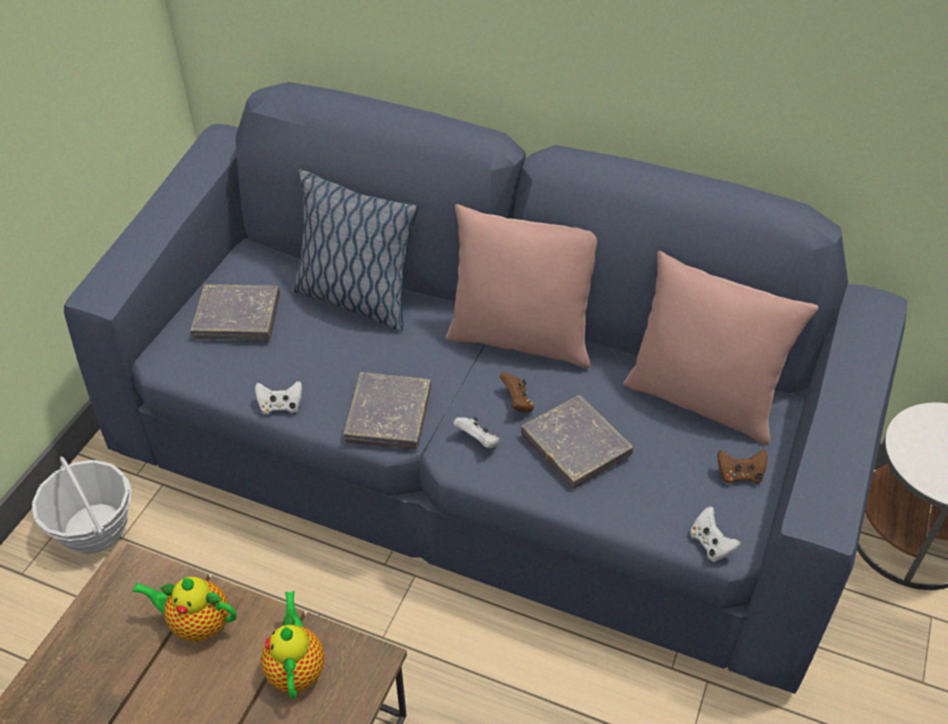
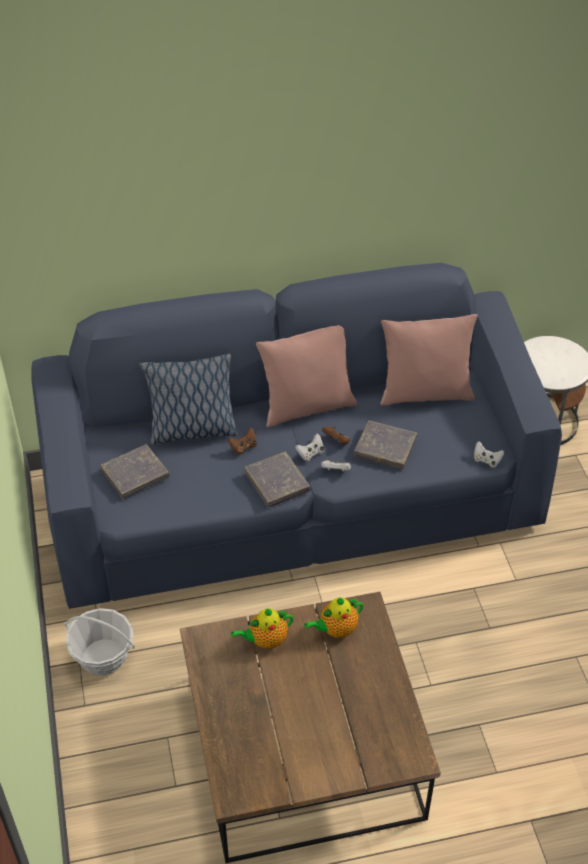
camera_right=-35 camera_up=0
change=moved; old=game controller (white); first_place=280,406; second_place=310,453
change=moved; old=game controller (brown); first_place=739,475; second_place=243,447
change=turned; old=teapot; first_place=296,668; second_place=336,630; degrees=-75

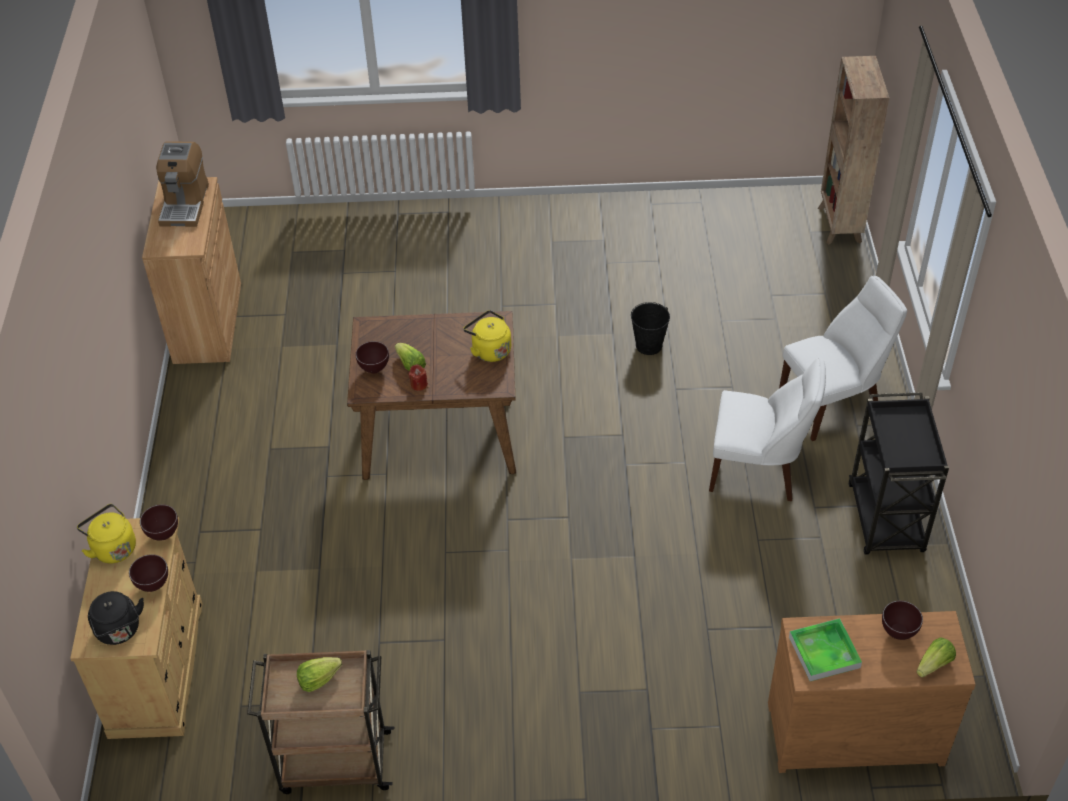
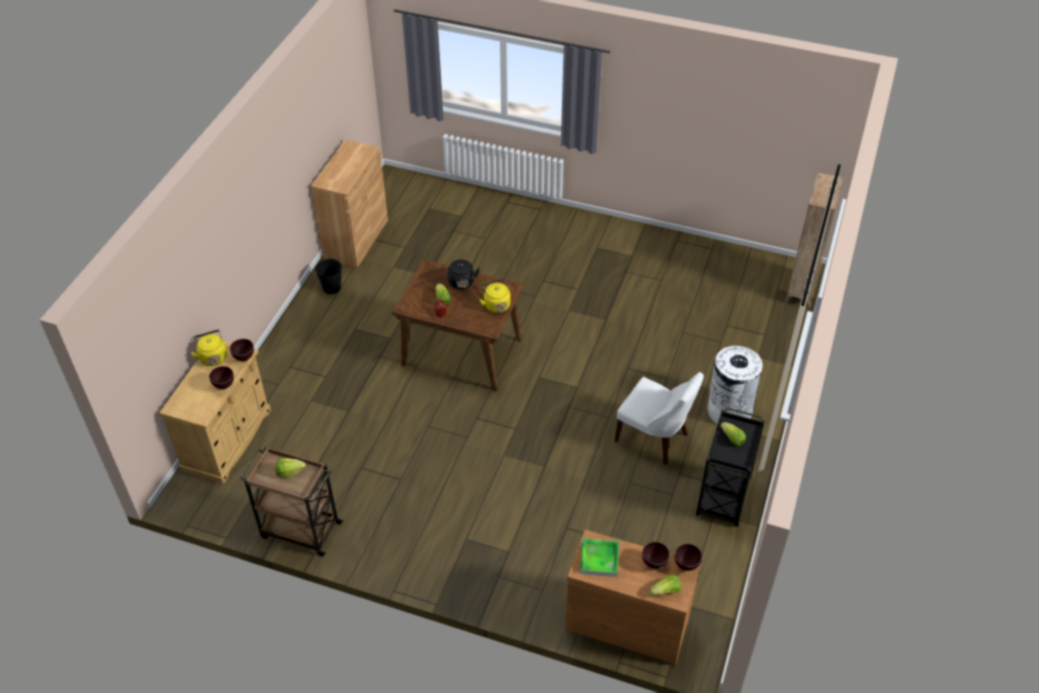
camera_right=20 camera_up=0
change=removed; old=coffee machine; first_place=185,204
change=replaced; old=chair (white); new=trash can (white); first_place=833,404; second_place=729,410
change=moved; old=bucket (black); first_place=649,345; second_place=331,287
change=moved; old=bowl (brown); first_place=375,370; second_place=686,566
change=moved; old=kettle (black); first_place=119,631; second_place=462,283
change=added; new=lettuce; second_place=732,439

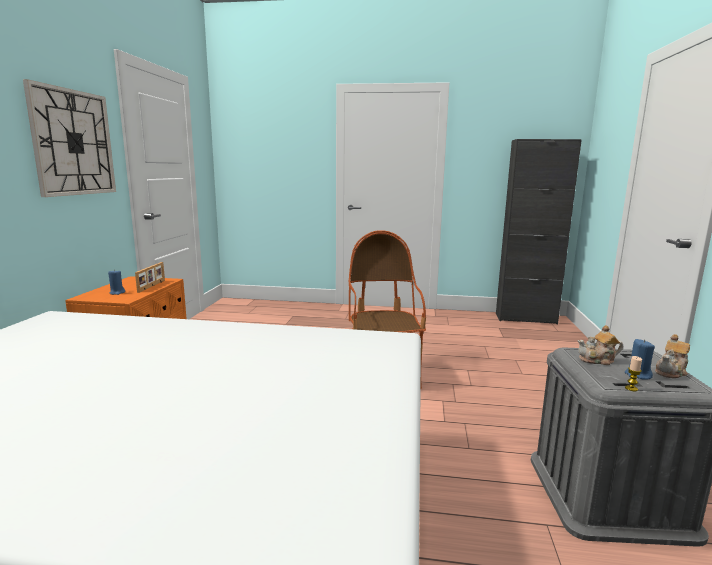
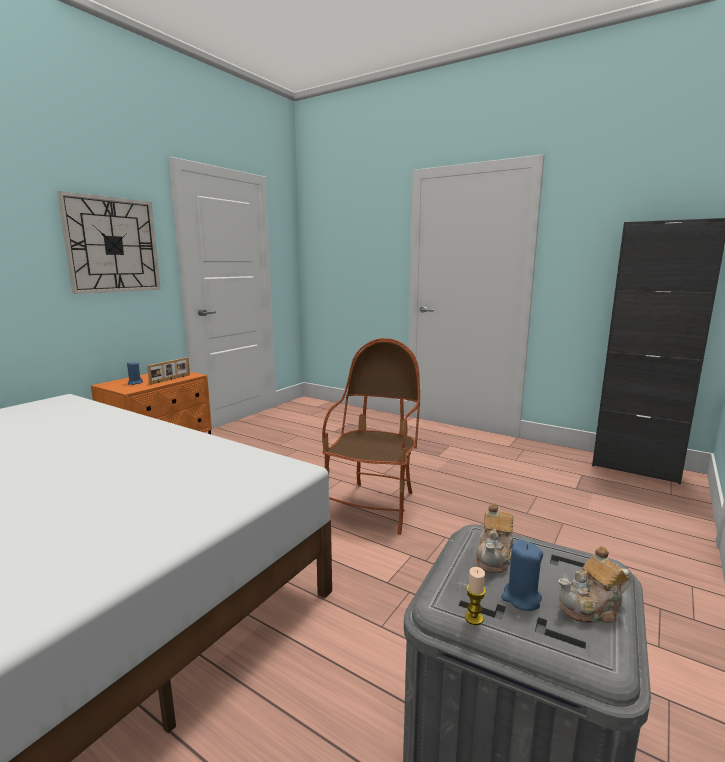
camera_right=25 camera_up=0
change=turned; old=teapot; first_place=598,360; second_place=495,557; degrees=-90

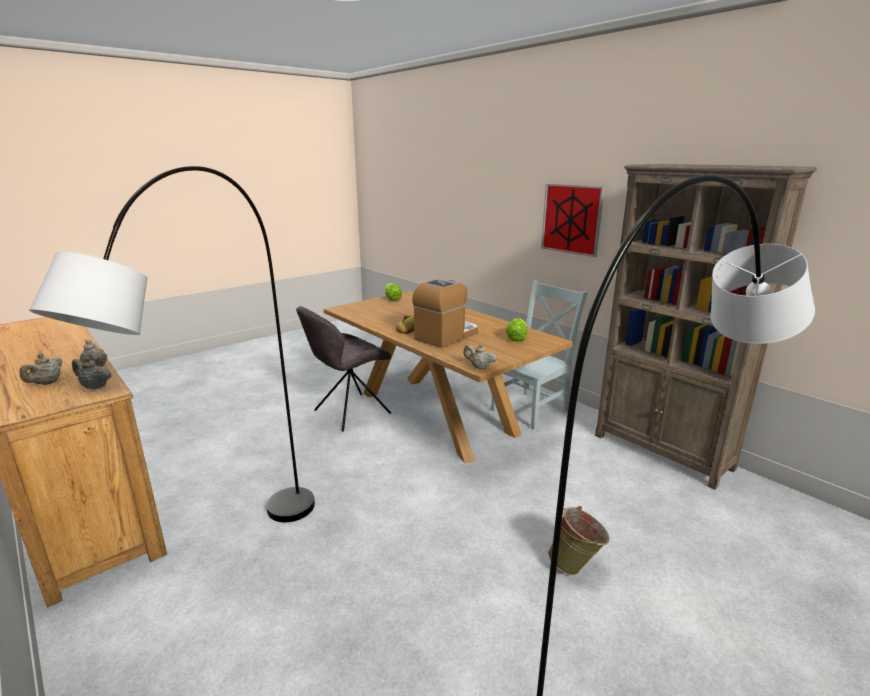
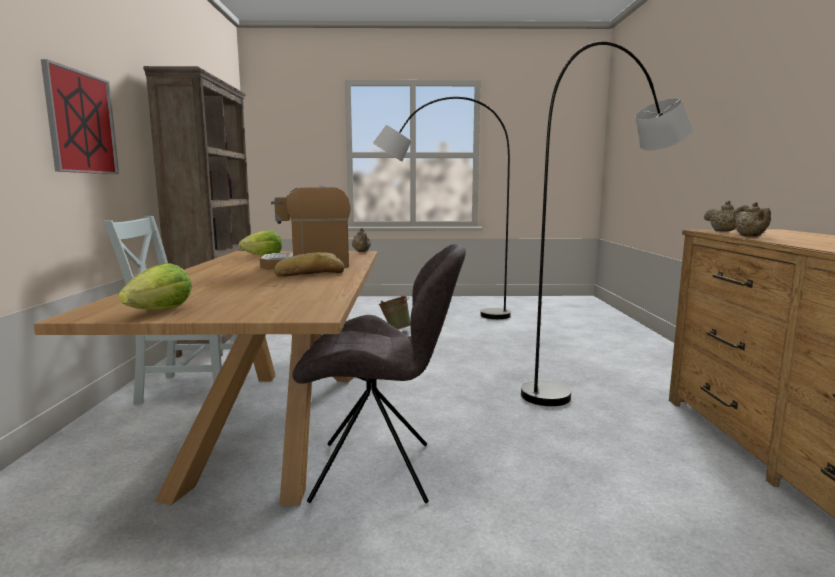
camera_right=-140 camera_up=-10
change=removed; old=teapot (beige); first_place=47,383

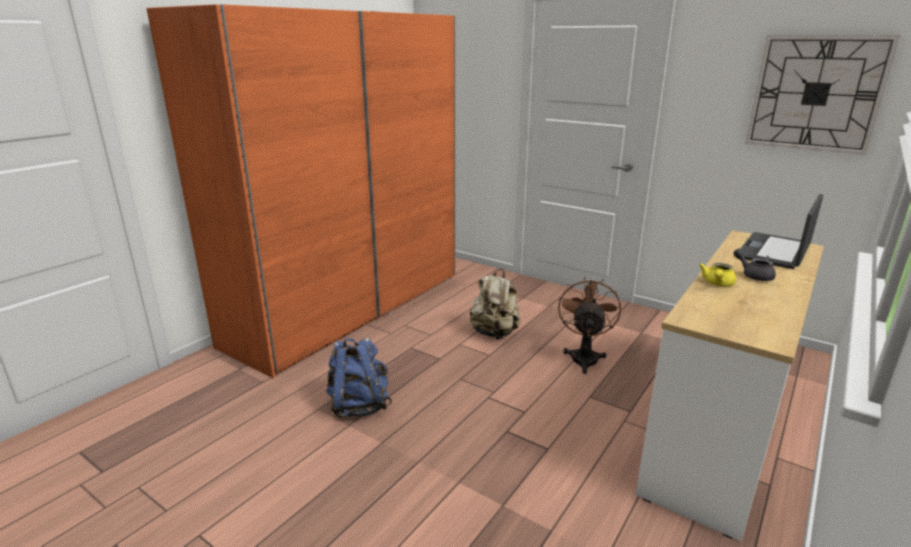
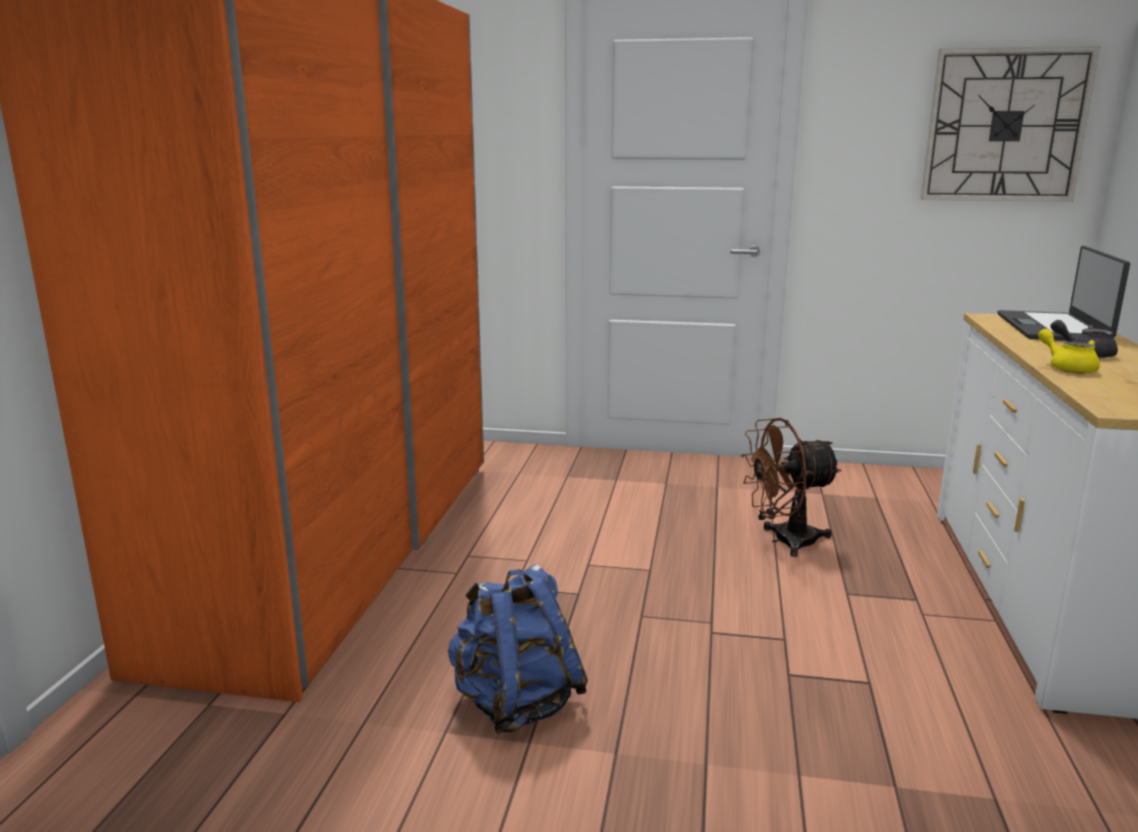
camera_right=-25 camera_up=-5
change=turned; old=teapot (yellow); first_place=717,284; second_place=1067,368; degrees=150
change=removed; old=backpack (beige); first_place=494,333
change=turned; old=fan (brown); first_place=584,356; second_place=784,541; degrees=-90

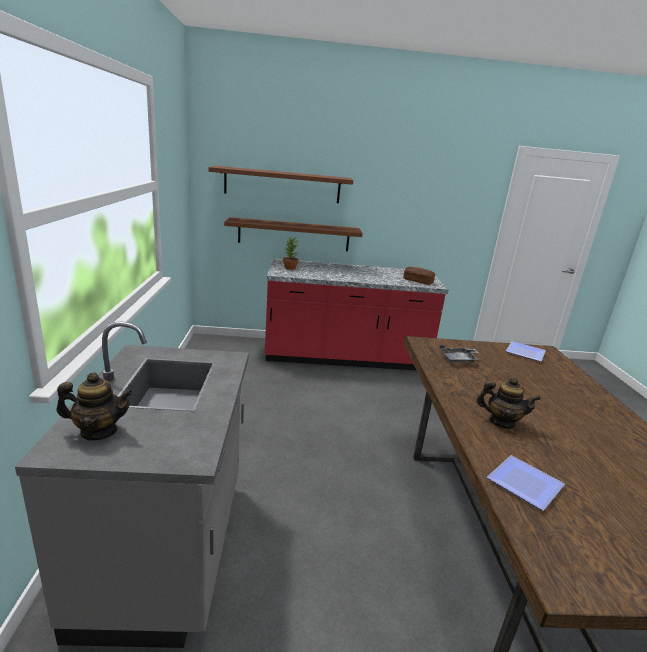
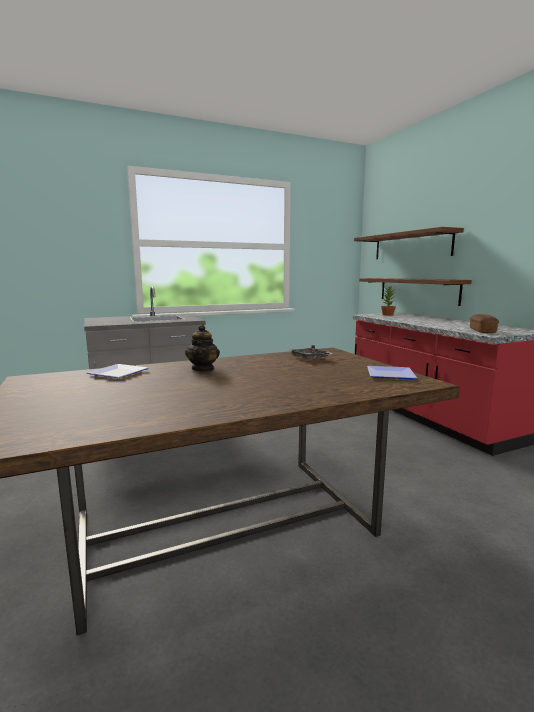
camera_right=70 camera_up=-10
change=removed; old=teapot; first_place=99,431

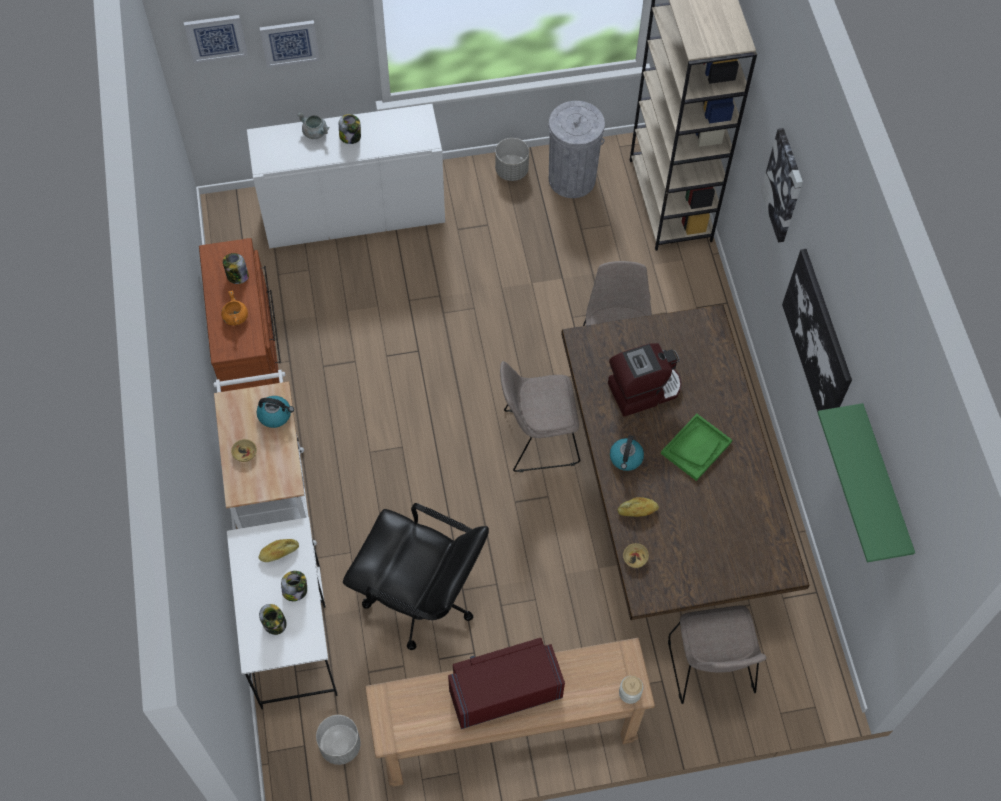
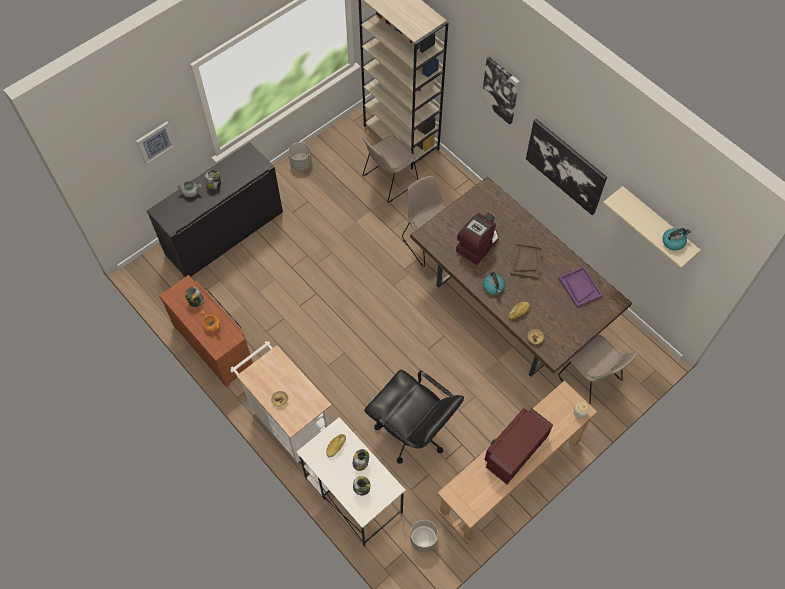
camera_right=-30 camera_up=0
change=removed; old=picture; first_place=216,37
change=removed; old=trash can (grey); first_place=572,179
change=recoloured; old=cabinet (white); new=cabinet (black); first_place=354,214; second_place=224,233
change=moved; old=chair (beige); first_place=537,438; second_place=388,180
change=moved; old=kettle; first_place=275,415; second_place=673,242
change=recoloured; old=shelf (green); new=shelf (beige); first_place=883,485; second_place=657,224
change=recoloured; old=tray (green); new=tray (brown); first_place=696,447; second_place=526,261
change=turned; old=office chair (black); first_place=421,598; second_place=412,431; degrees=45
change=added; new=tray (purple); second_place=579,287

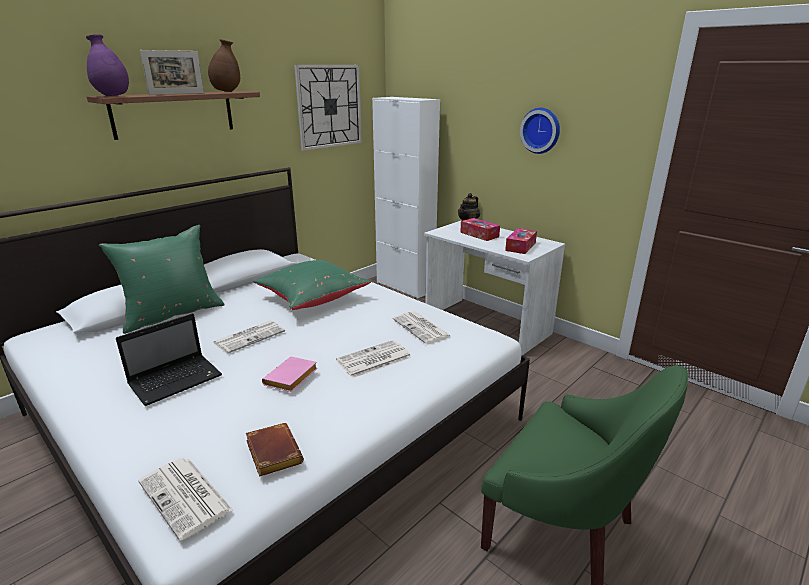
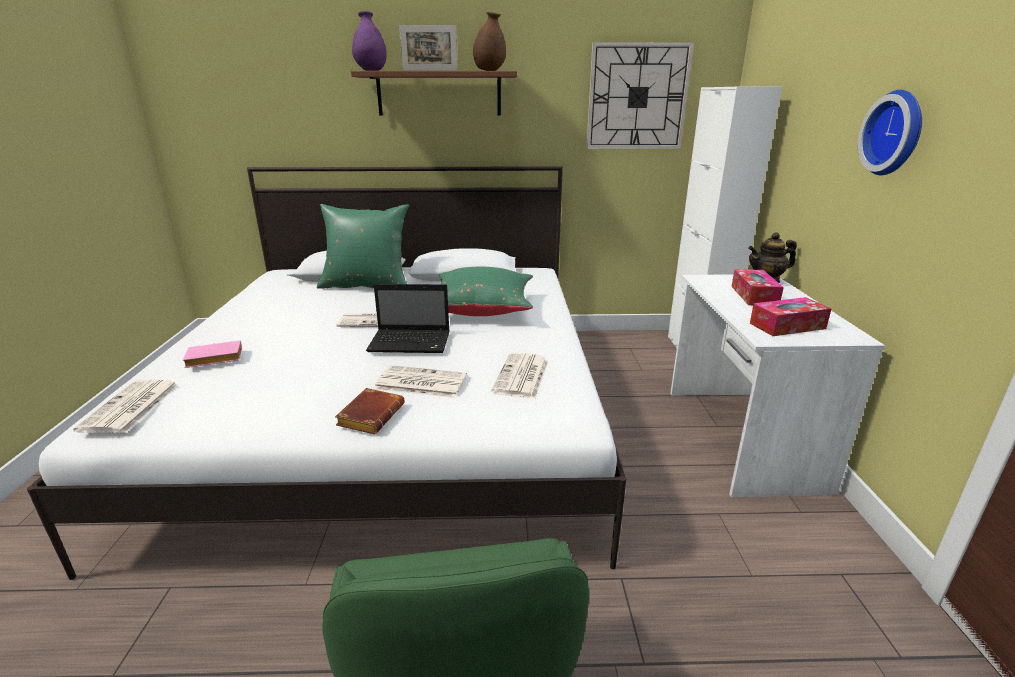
camera_right=45 camera_up=0
change=moved; old=laptop; first_place=177,380; second_place=411,343
change=moved; old=book (pink); first_place=291,379; second_place=213,360
change=moved; old=book (brown); first_place=272,453; second_place=370,415

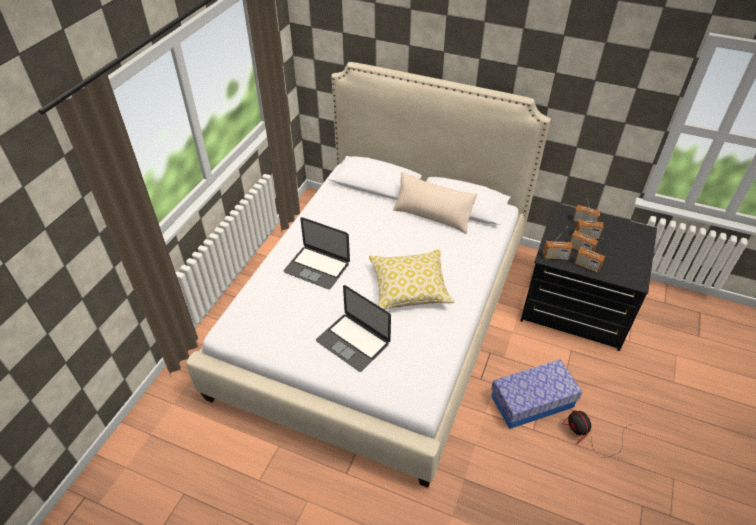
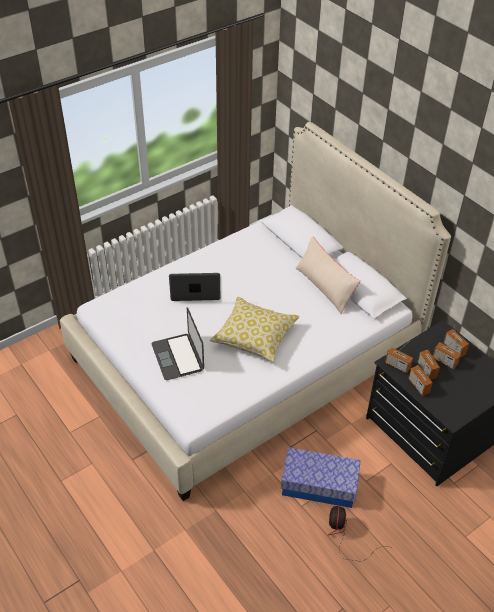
camera_right=30 camera_up=0
change=turned; old=laptop; first_place=317,267; second_place=195,289; degrees=120

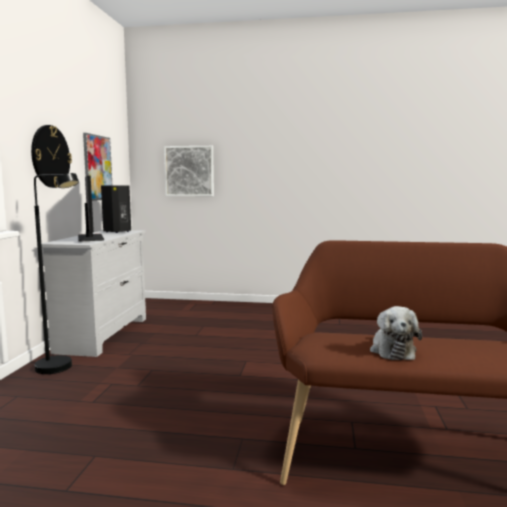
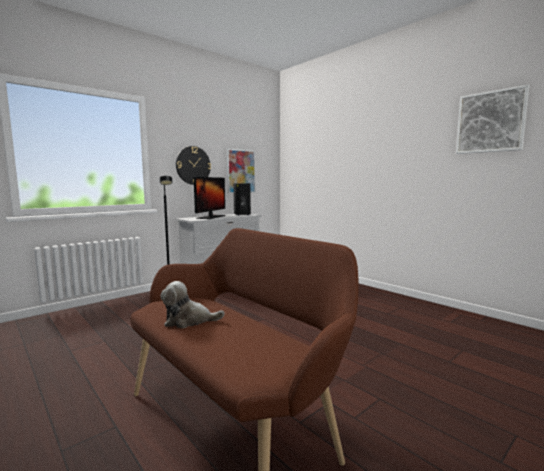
camera_right=40 camera_up=0
change=moved; old=picture; first_place=189,171; second_place=490,122
change=turned; old=plush toy; first_place=392,350; second_place=189,321; degrees=45

